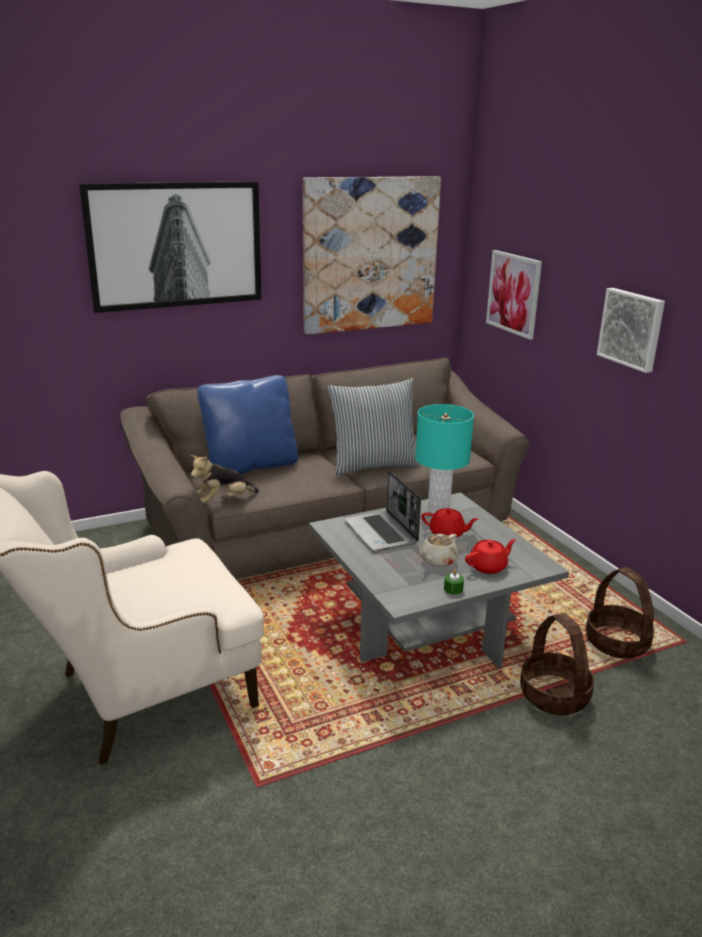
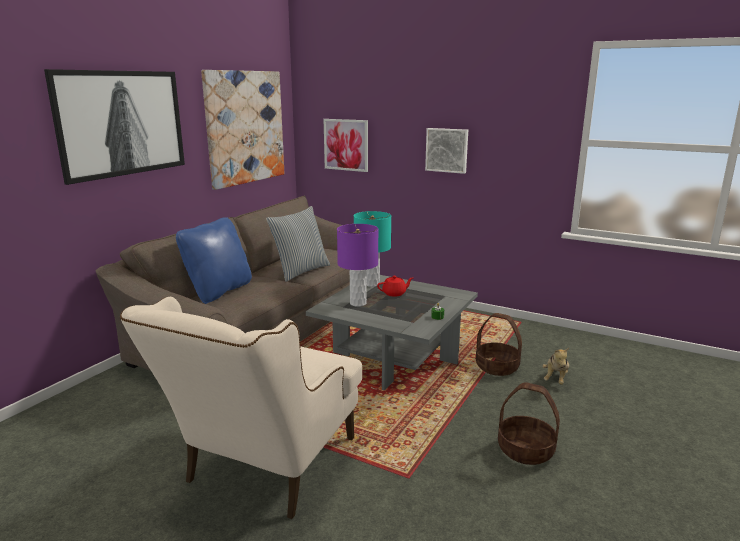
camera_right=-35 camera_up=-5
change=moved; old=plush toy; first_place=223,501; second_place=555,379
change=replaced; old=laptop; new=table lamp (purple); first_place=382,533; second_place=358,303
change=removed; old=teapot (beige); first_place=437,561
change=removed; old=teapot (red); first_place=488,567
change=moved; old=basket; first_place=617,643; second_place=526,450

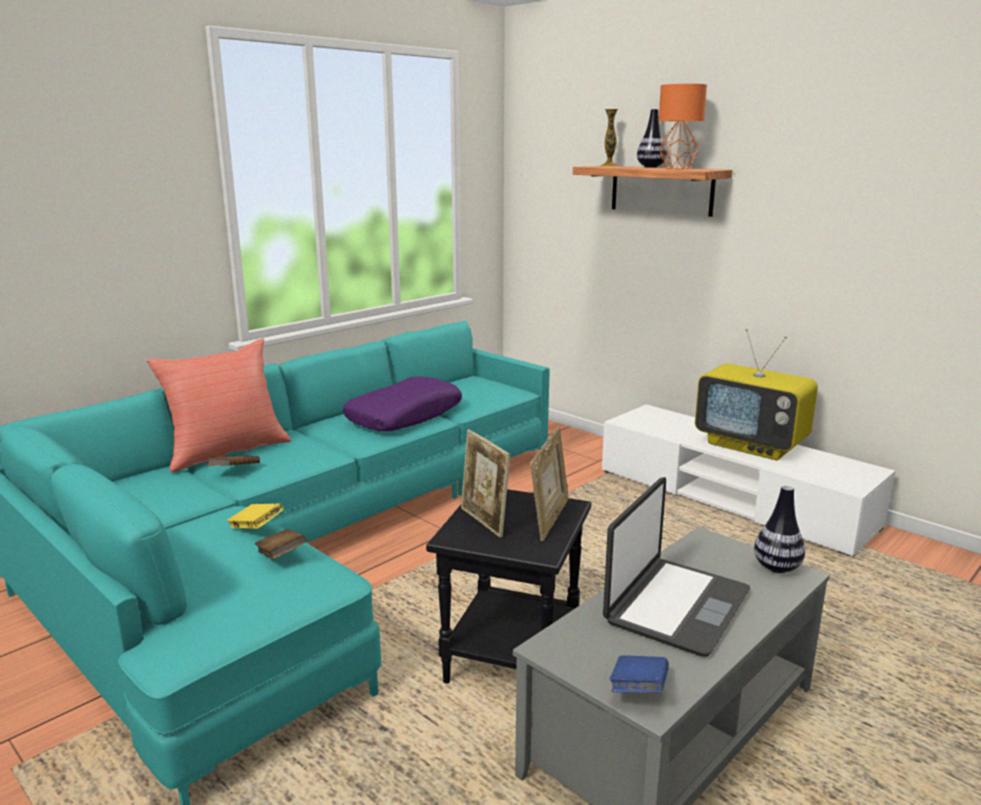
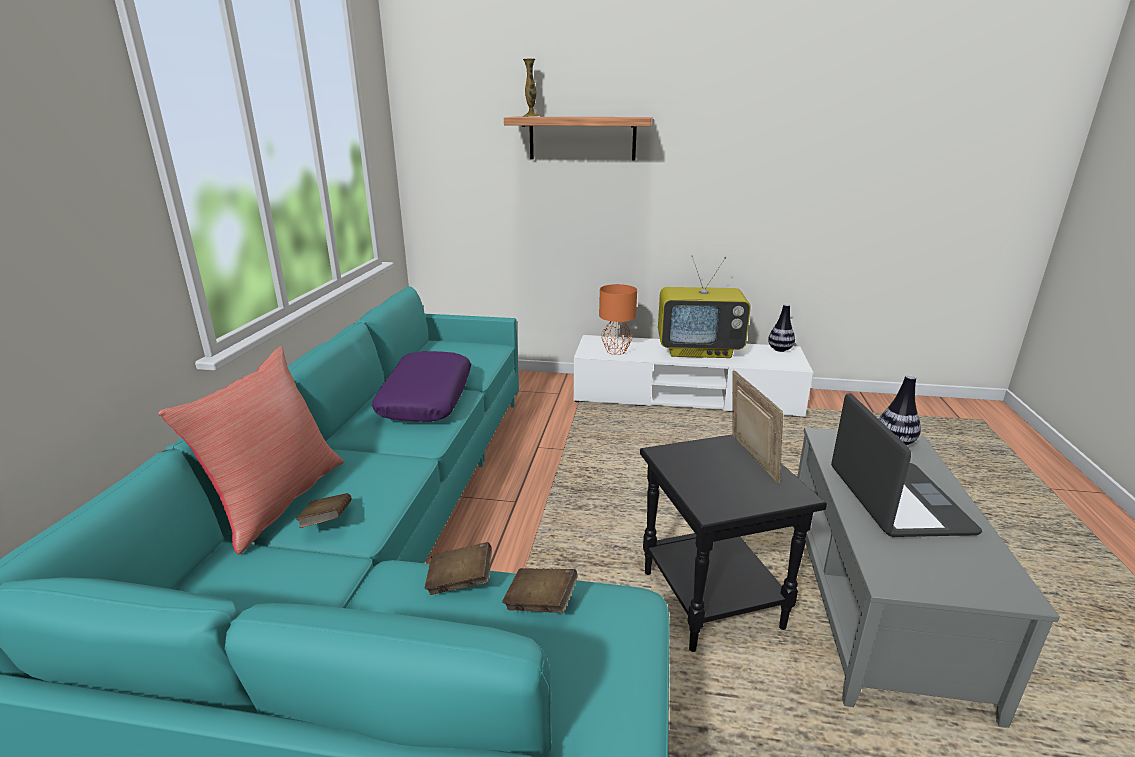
camera_right=-35 camera_up=5
change=moved; old=table lamp (orange); first_place=676,168; second_place=615,351
change=moved; old=vase; first_place=650,167; second_place=780,349
change=removed; old=picture frame; first_place=484,522
change=recoloured; old=book (yellow); new=book (brown); first_place=256,528; second_place=460,581
change=removed; old=book (blue); first_place=638,690

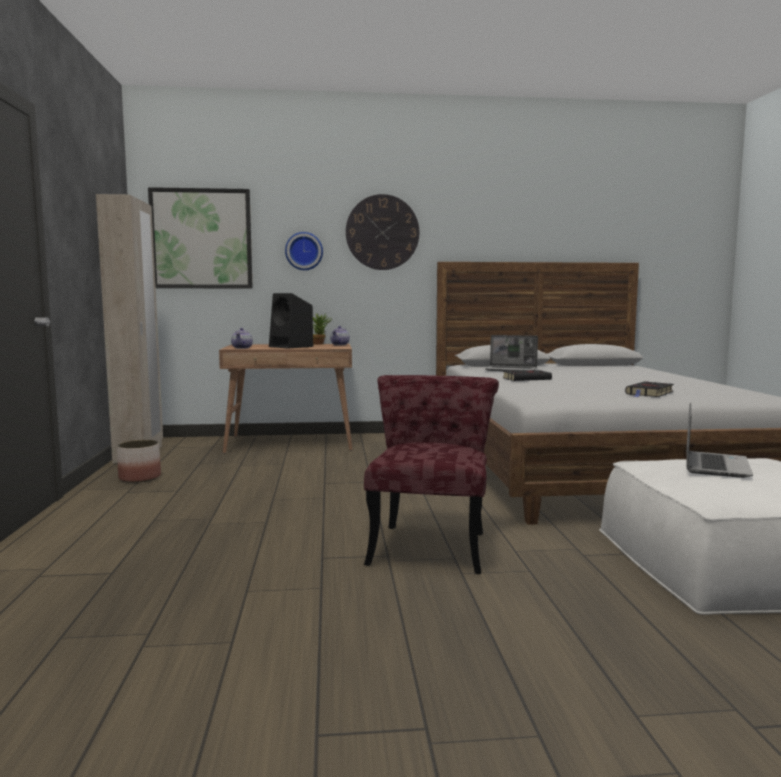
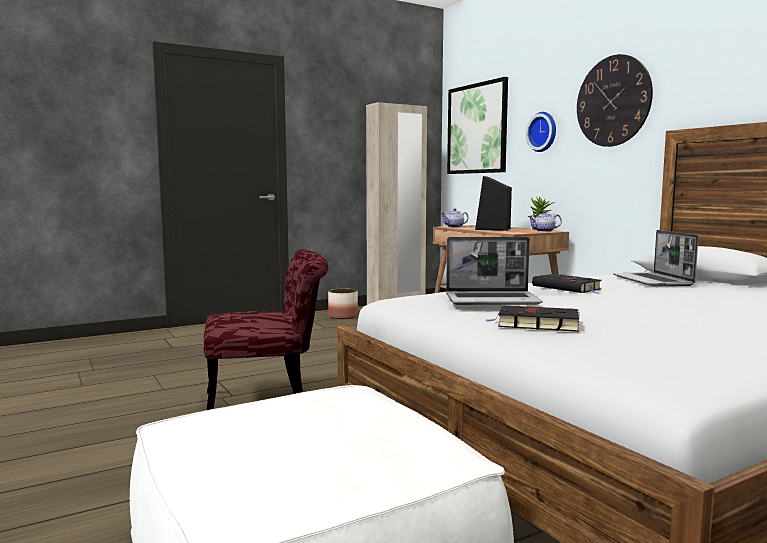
camera_right=65 camera_up=0
change=moved; old=laptop; first_place=714,466; second_place=493,300

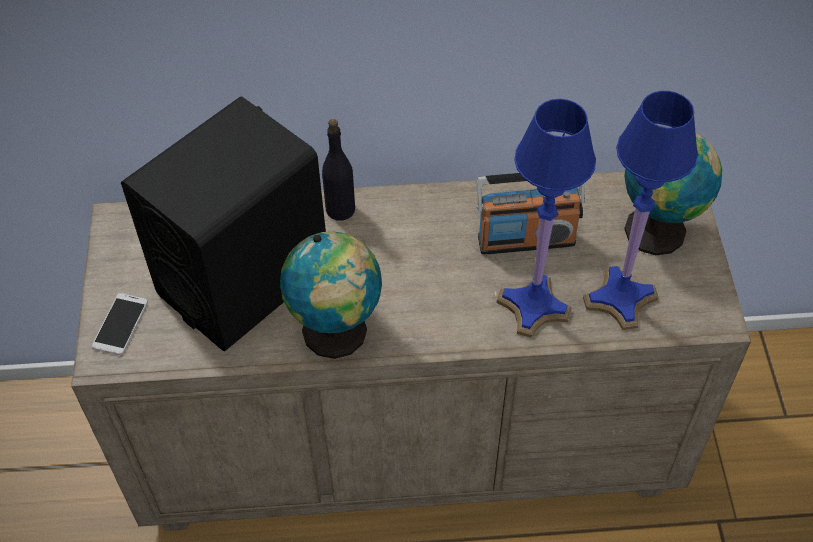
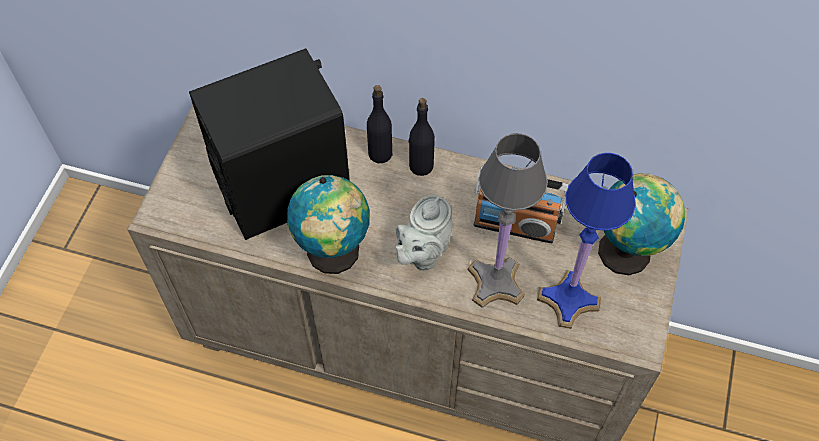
camera_right=20 camera_up=5
change=recoloured; old=table lamp (blue); new=table lamp (grey); first_place=534,306; second_place=496,282
change=removed; old=phone; first_place=120,324
change=added; new=bottle (black); second_place=421,165
change=added; new=teapot (grey); second_place=423,252

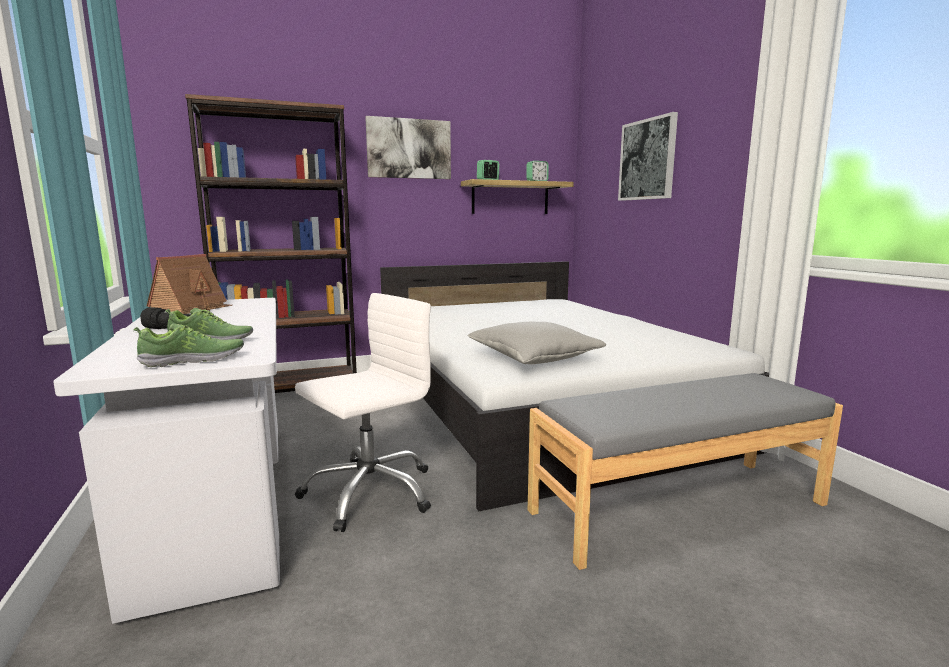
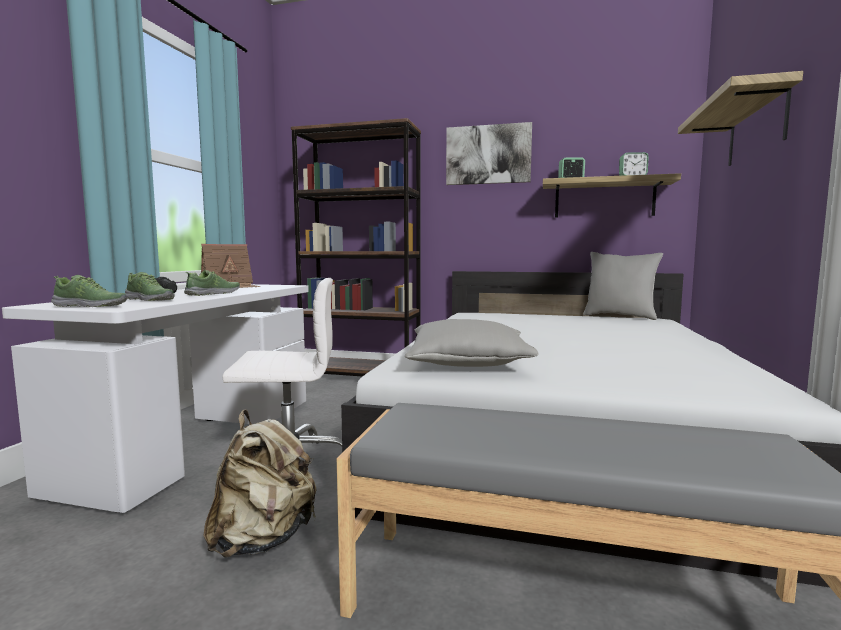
camera_right=35 camera_up=-5
change=replaced; old=picture; new=shelf; first_place=647,160; second_place=756,128
change=added; new=pillow (grey); second_place=620,316
change=added; new=shoe; second_place=214,294
change=added; new=backpack (beige); second_place=264,539

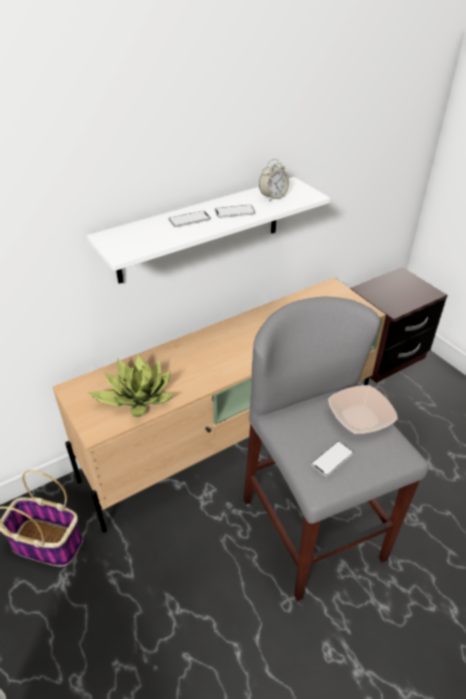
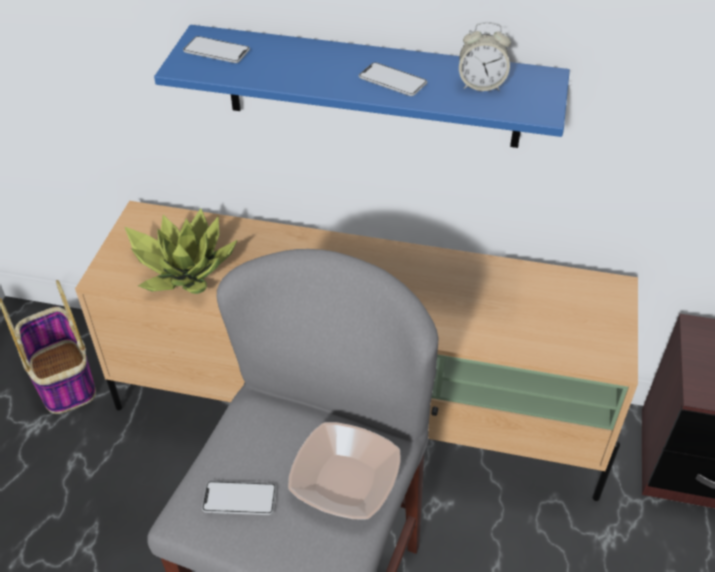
camera_right=45 camera_up=5
change=recoloured; old=shelf (white); new=shelf (blue); first_place=200,230; second_place=372,87
change=moved; old=phone; first_place=189,220; second_place=216,51

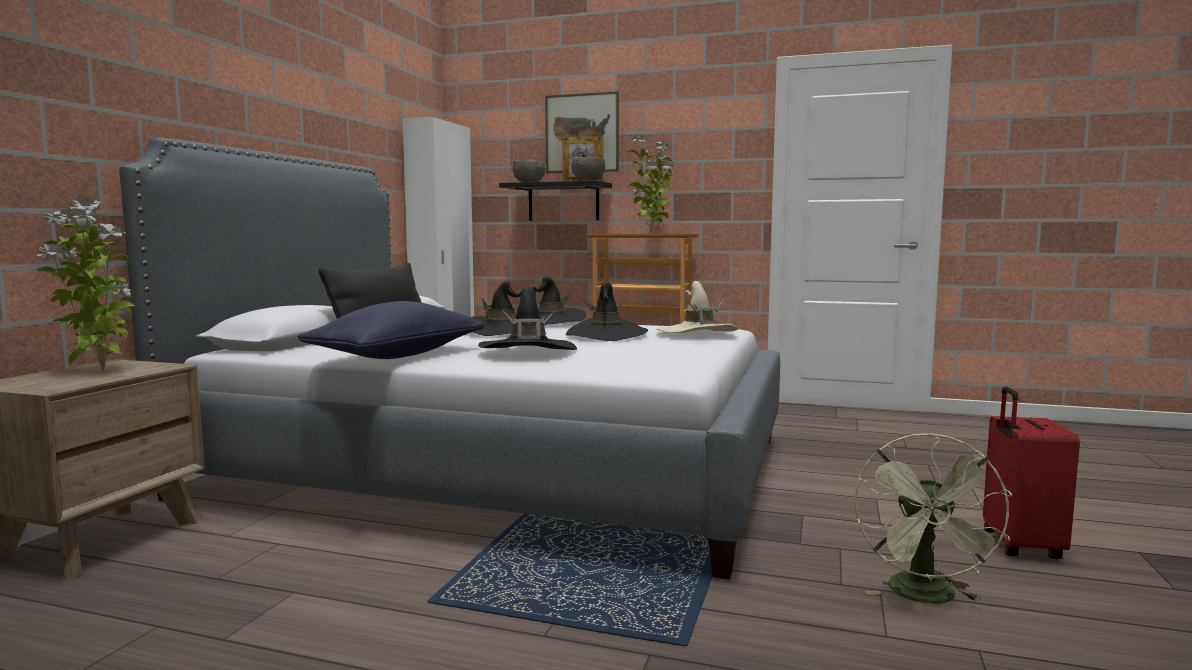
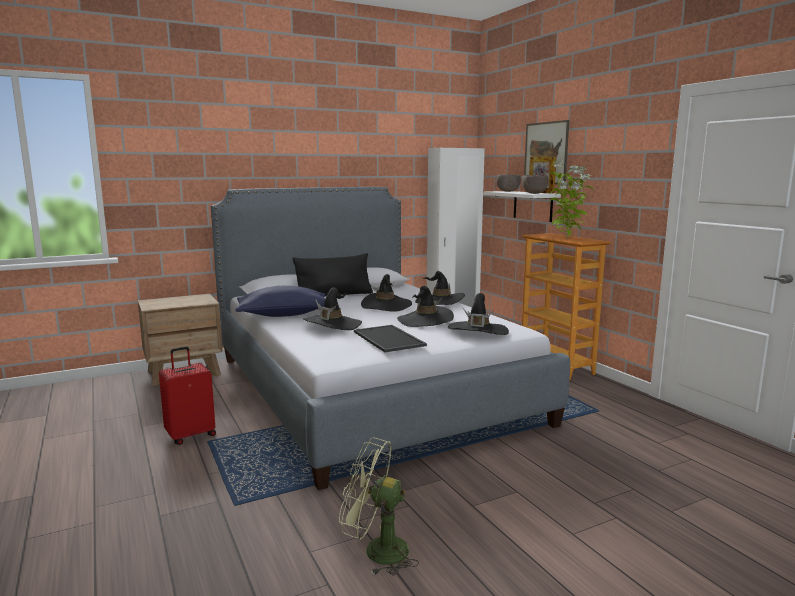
camera_right=45 camera_up=5
change=recoloured; old=shelf (black); new=shelf (white); first_place=563,202; second_place=532,206
change=removed; old=potted plant; first_place=99,371
change=recoloured; old=hat (beige); new=hat (black); first_place=696,333; second_place=478,331
change=moved; old=suitcase (red); first_place=1019,546; second_place=190,435
change=turned; old=fan (green); first_place=926,598; second_place=376,551; degrees=45
change=added; new=tray; second_place=390,338

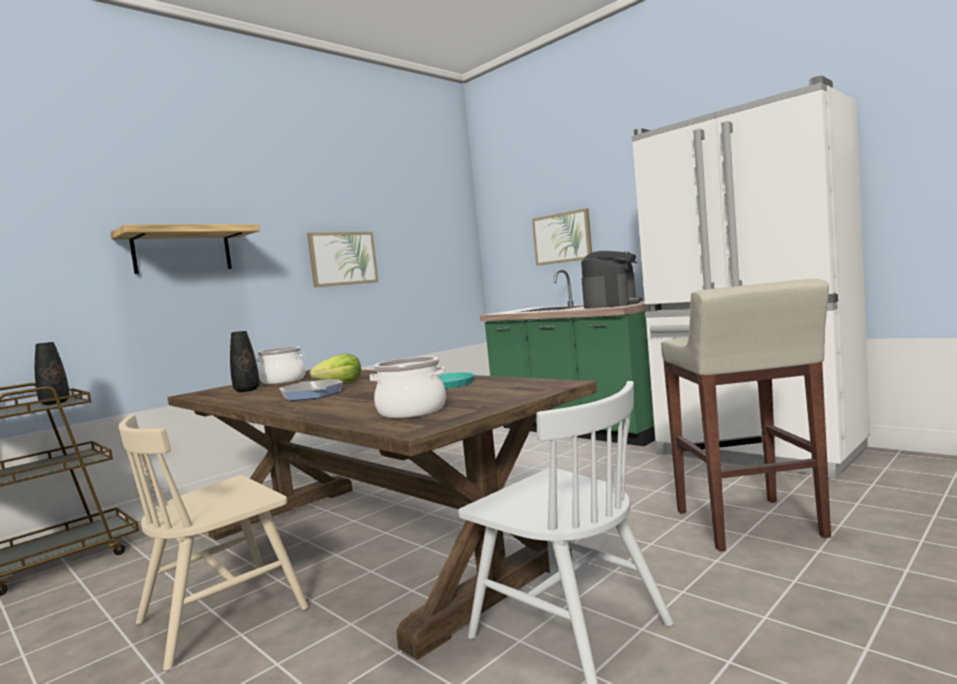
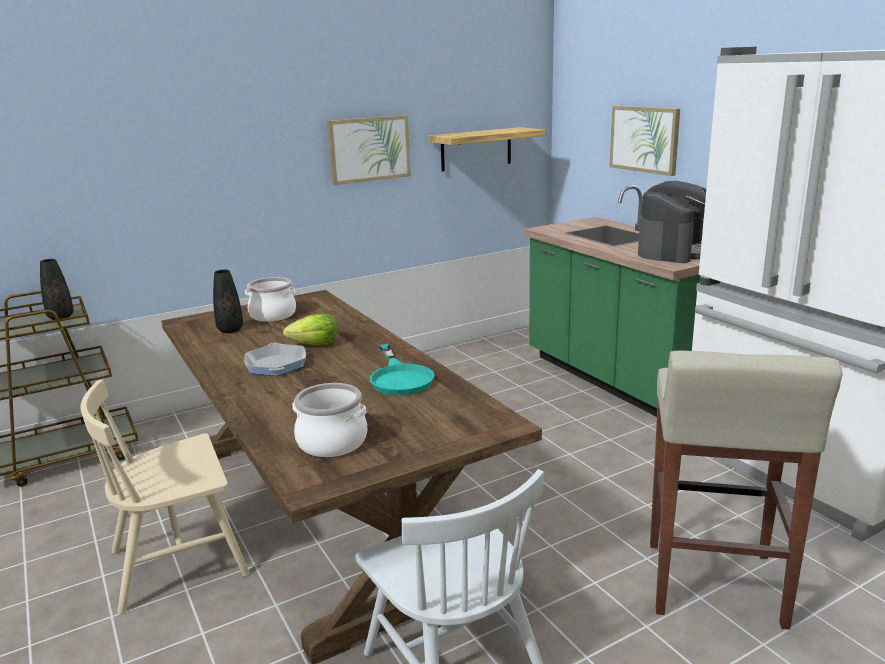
camera_right=15 camera_up=15
change=moved; old=shelf; first_place=182,251; second_place=476,149

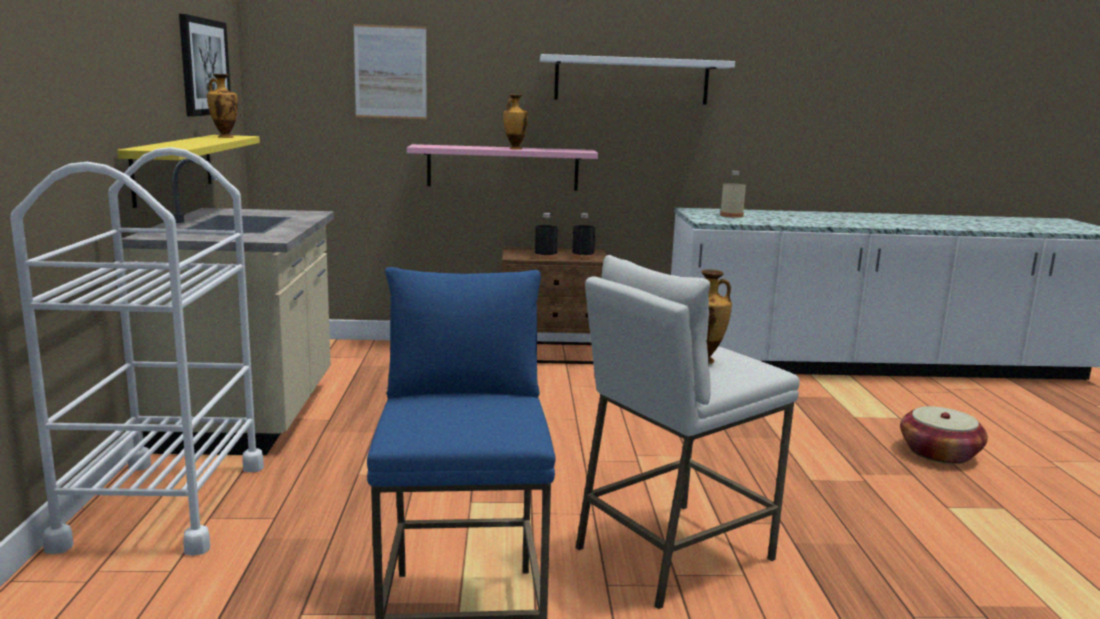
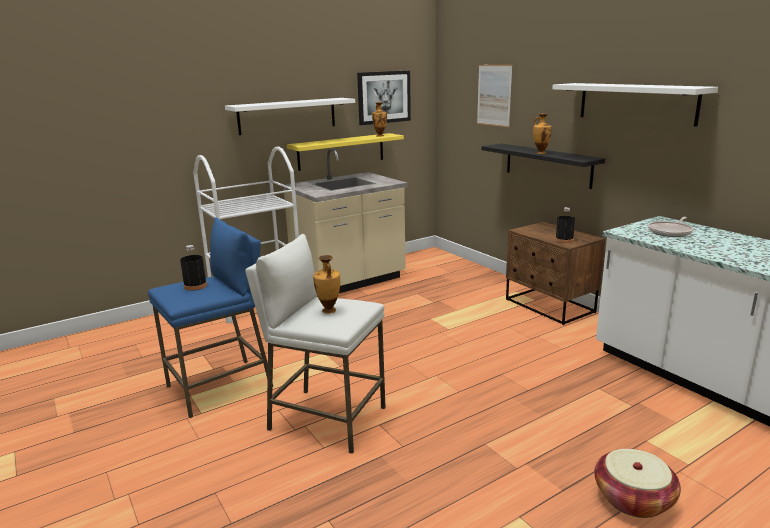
camera_right=60 camera_up=5
change=recoloured; old=shelf (pink); new=shelf (black); first_place=503,167; second_place=547,165
change=replaced; old=bottle (beige); new=frying pan; first_place=731,215; second_place=670,232
change=moved; old=bottle (black); first_place=545,257; second_place=195,286
change=added; new=shelf (white); second_place=287,116

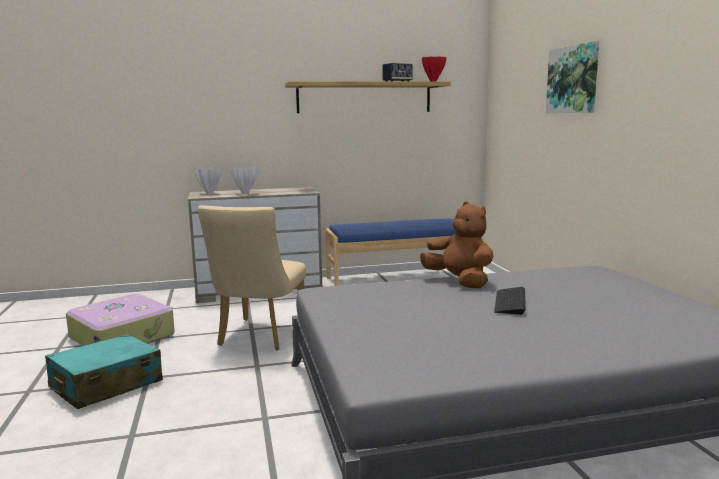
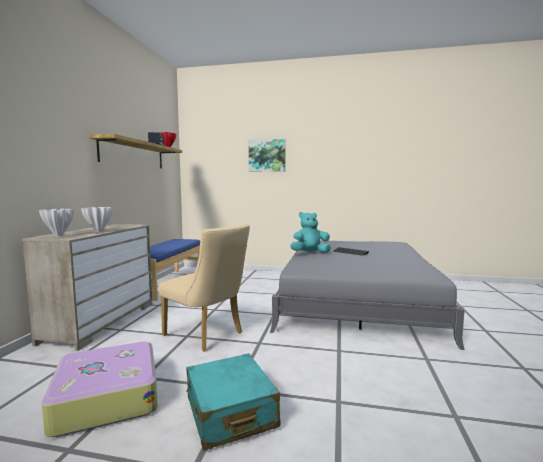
camera_right=-65 camera_up=-5
change=recoloured; old=plush toy (brown); new=plush toy (turquoise); first_place=459,282; second_place=310,253

